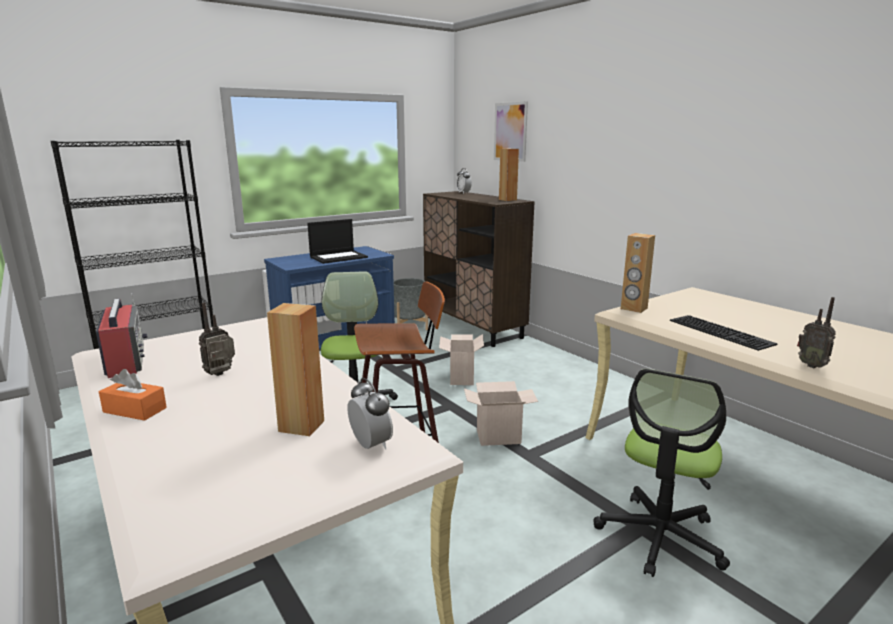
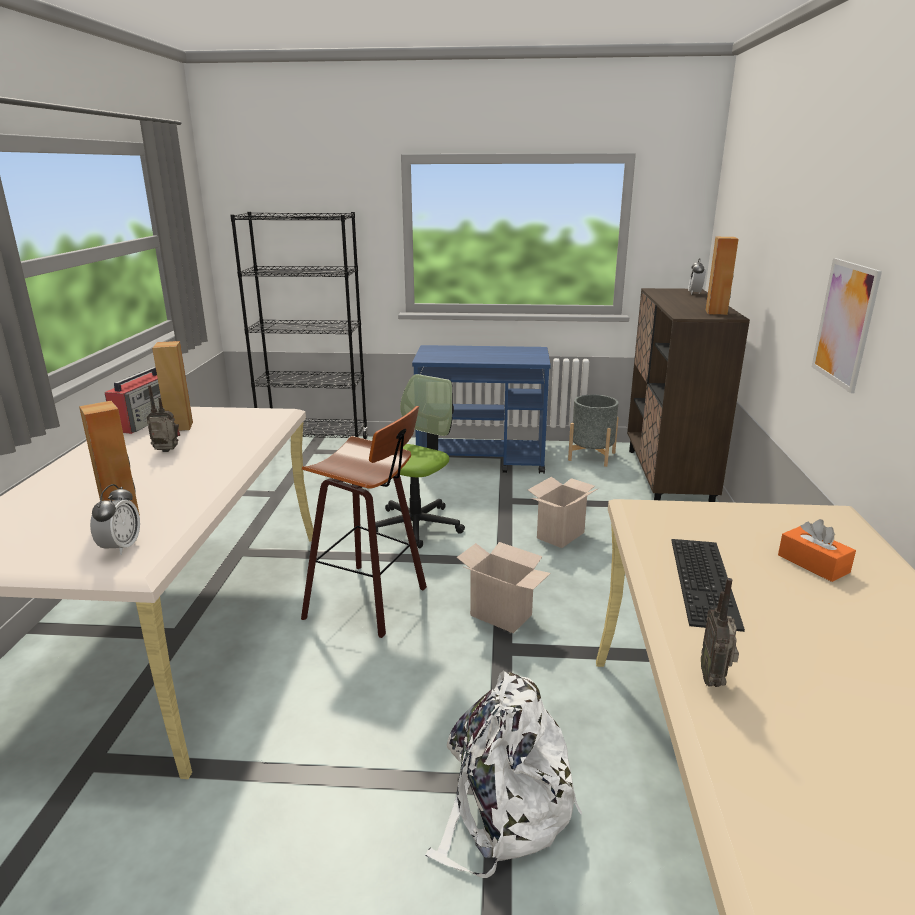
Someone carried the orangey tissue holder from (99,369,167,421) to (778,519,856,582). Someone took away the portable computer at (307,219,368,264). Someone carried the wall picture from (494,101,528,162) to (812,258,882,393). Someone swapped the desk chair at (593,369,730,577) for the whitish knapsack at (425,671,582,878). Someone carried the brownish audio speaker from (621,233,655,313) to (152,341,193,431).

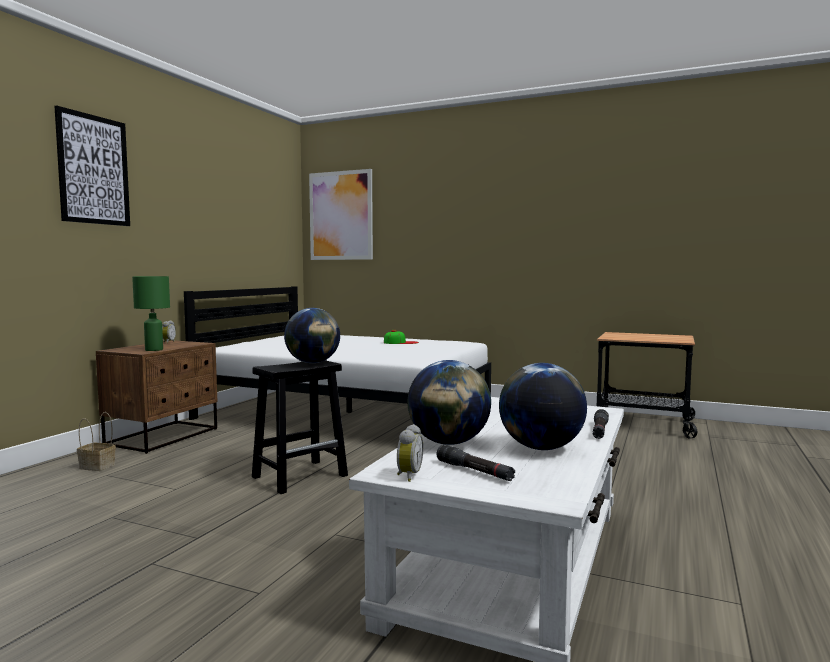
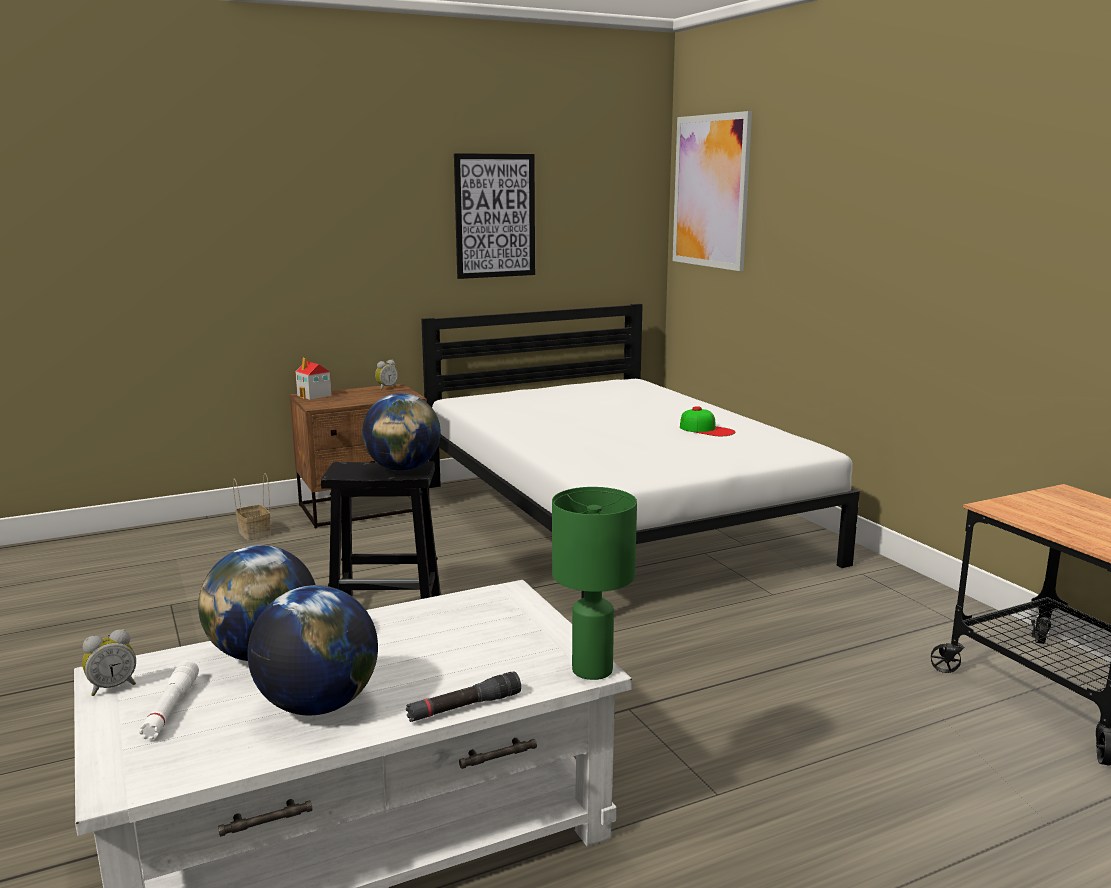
Someone carried the wall picture from (54,105,130,226) to (454,153,535,279). Someone carried the greenish lamp for a table from (132,276,170,351) to (552,487,637,680). Someone repainted the black-coloured torch at (436,444,515,481), which became the whitish torch at (139,660,199,740). Someone put down the toy house at (296,358,332,400).

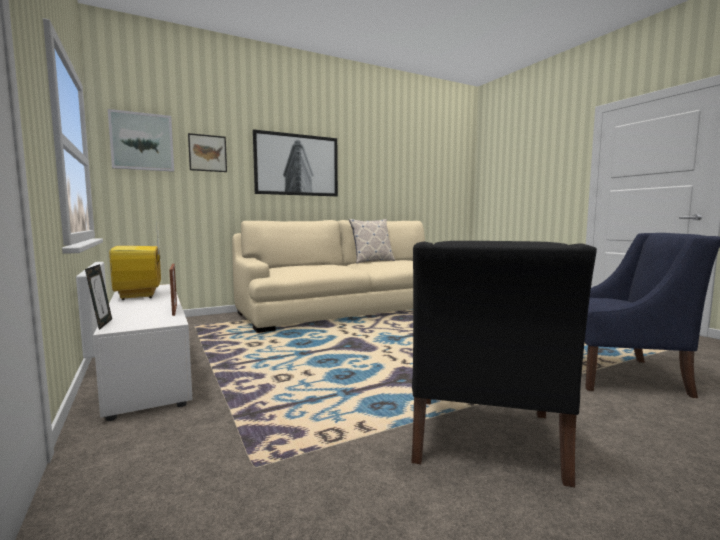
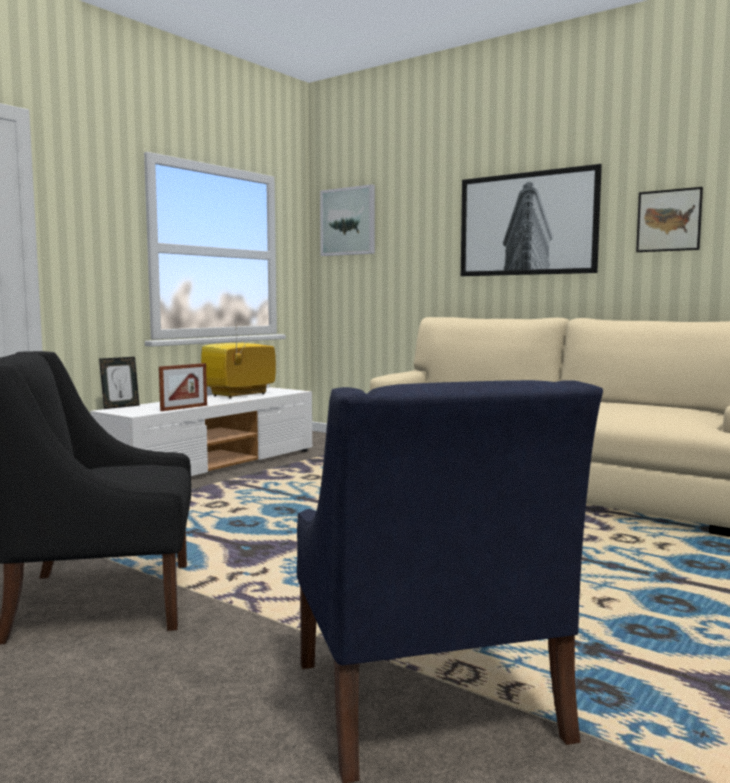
Someone carried the wall picture from (188,133,227,172) to (636,187,703,252). Someone took away the pillow at (349,219,395,263).

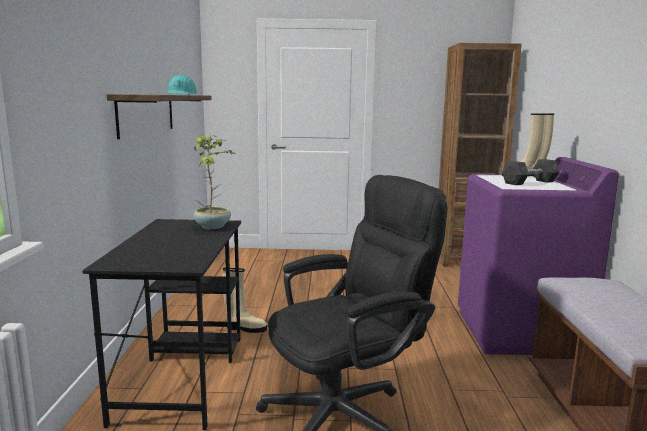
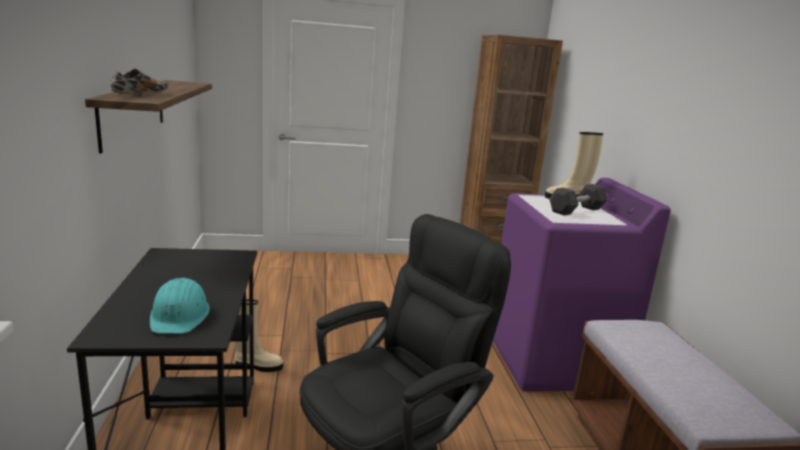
Someone carried the turquoise-coloured work helmet from (167,75,197,95) to (150,278,210,334). Someone took away the houseplant at (193,135,235,229). Someone put down the item of footwear at (111,69,168,95).

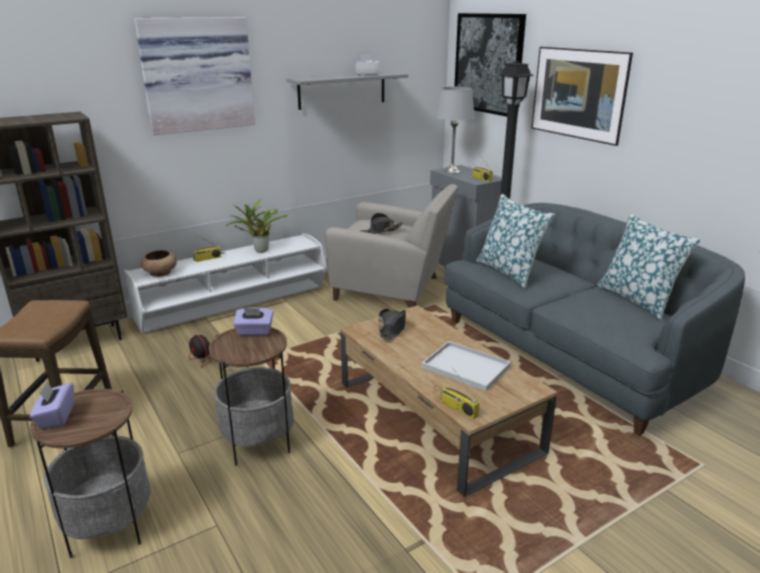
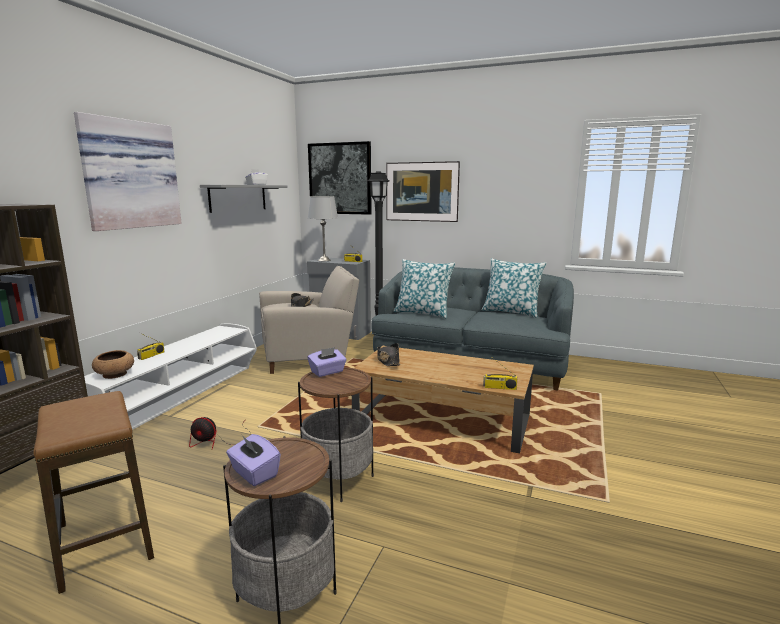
Someone took away the houseplant at (225,199,288,253). Someone took away the whitish tray at (421,341,511,391).

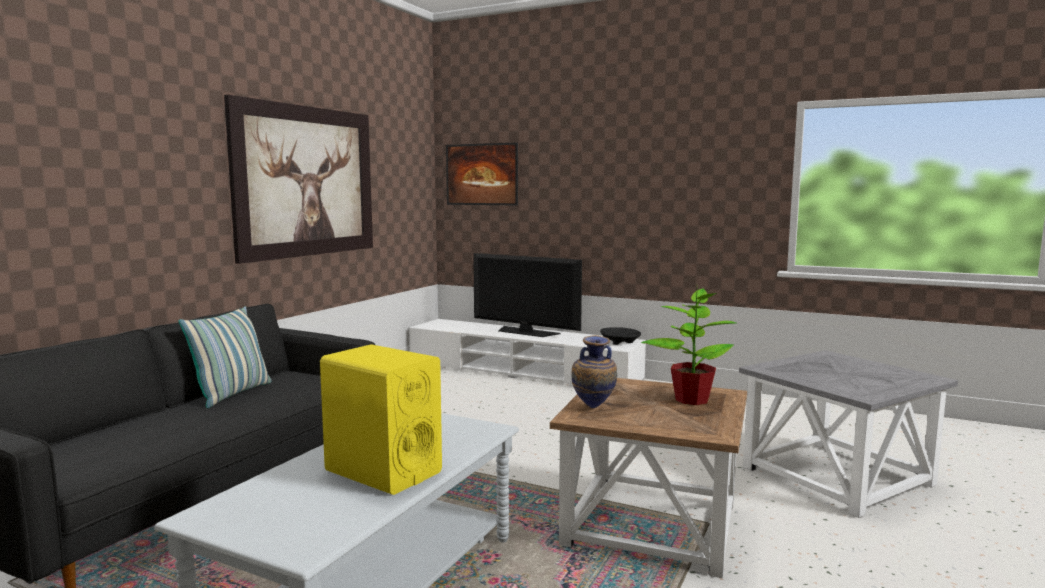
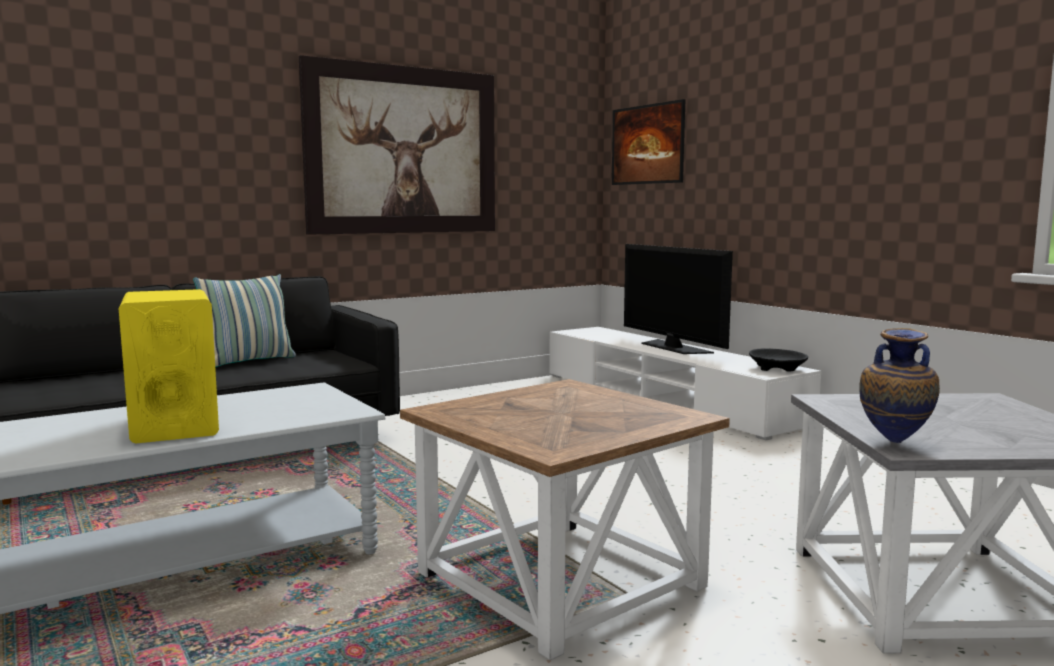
Someone carried the flower vase from (571,335,617,408) to (859,328,940,443). Someone took away the houseplant at (641,289,737,405).

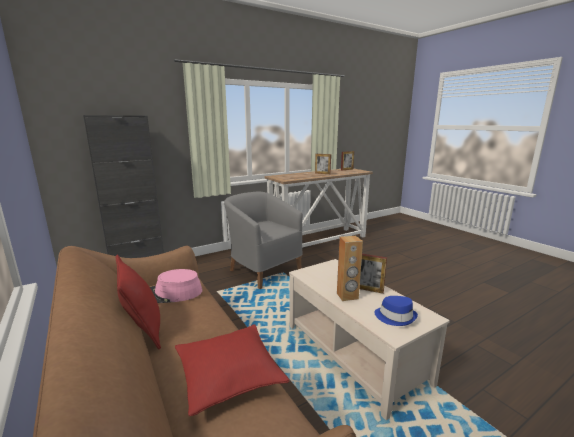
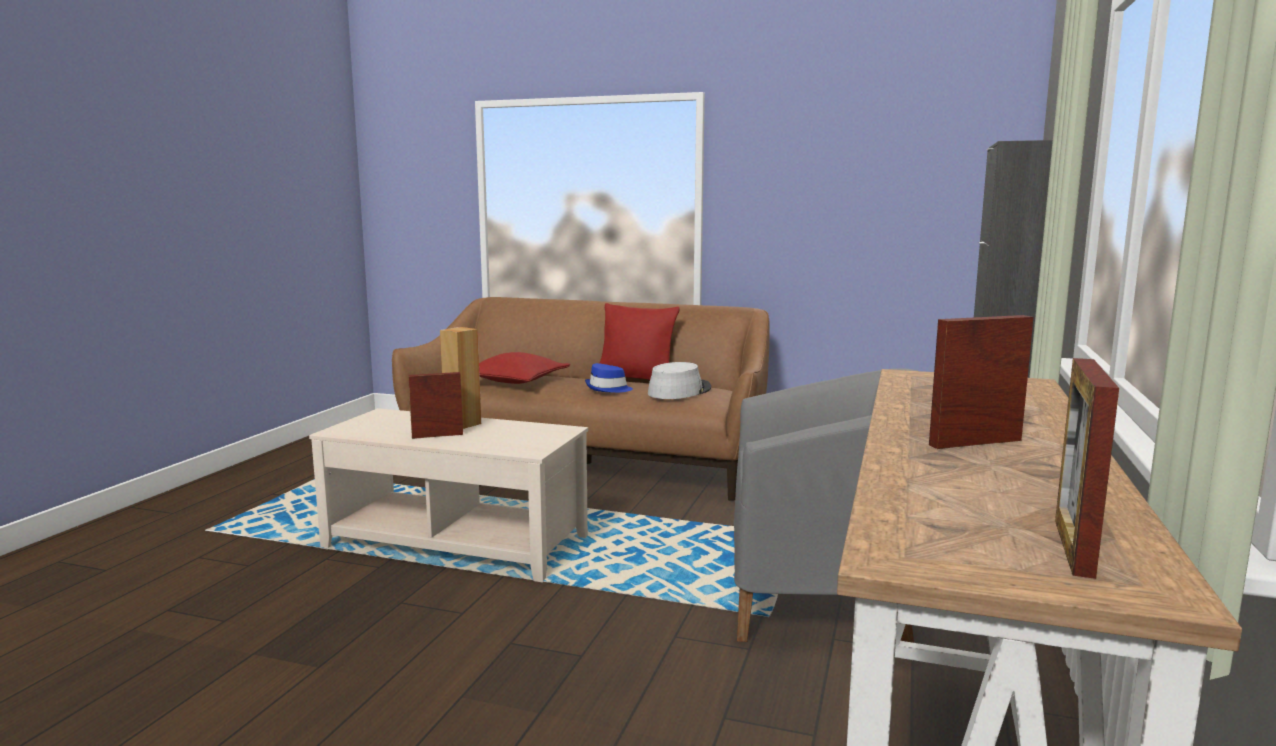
Someone repainted the pinkish clothing hat at (150,269,202,303), which became the grey clothing hat at (648,362,711,399). Someone carried the blue clothing hat from (374,296,418,326) to (585,363,633,393).

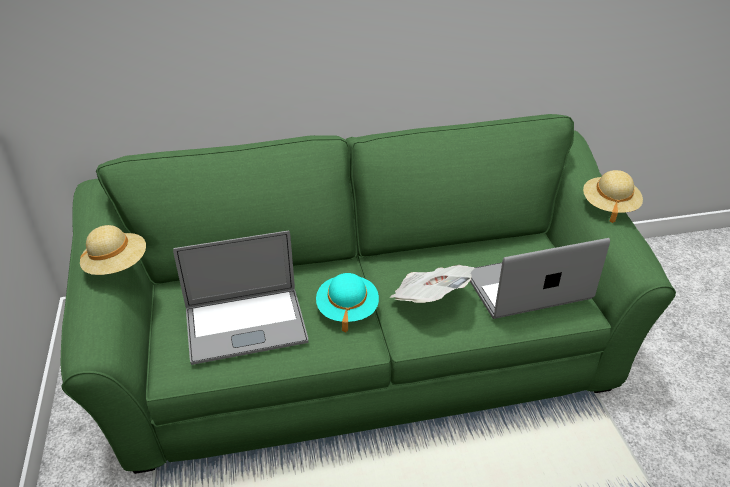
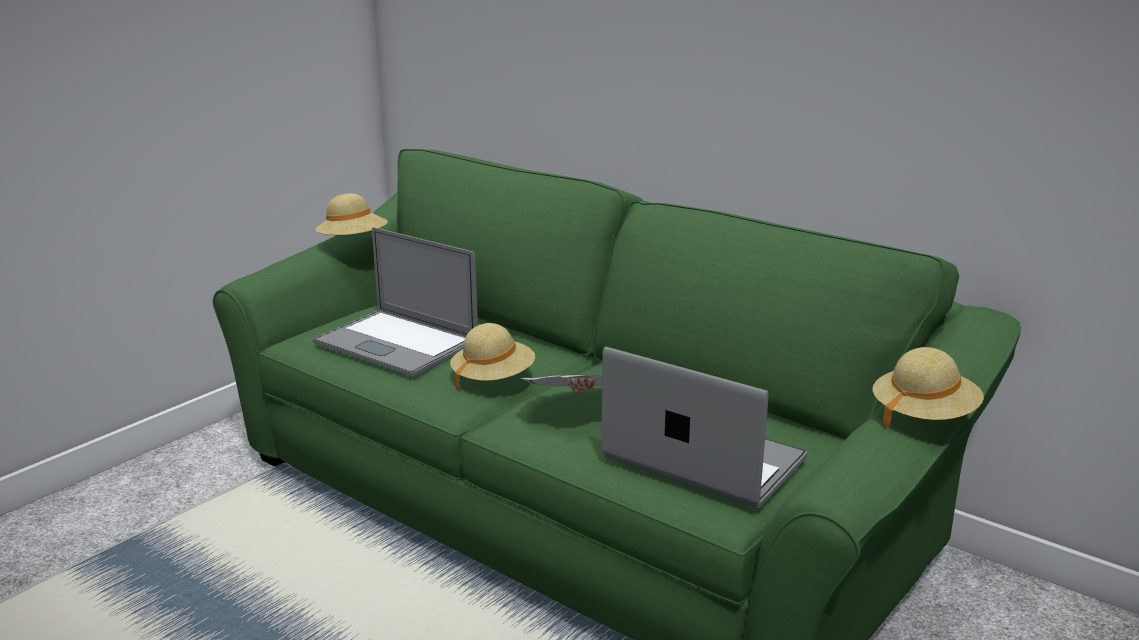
Someone repainted the turquoise-coloured clothing hat at (316,273,379,332), which became the beige-coloured clothing hat at (450,323,535,390).

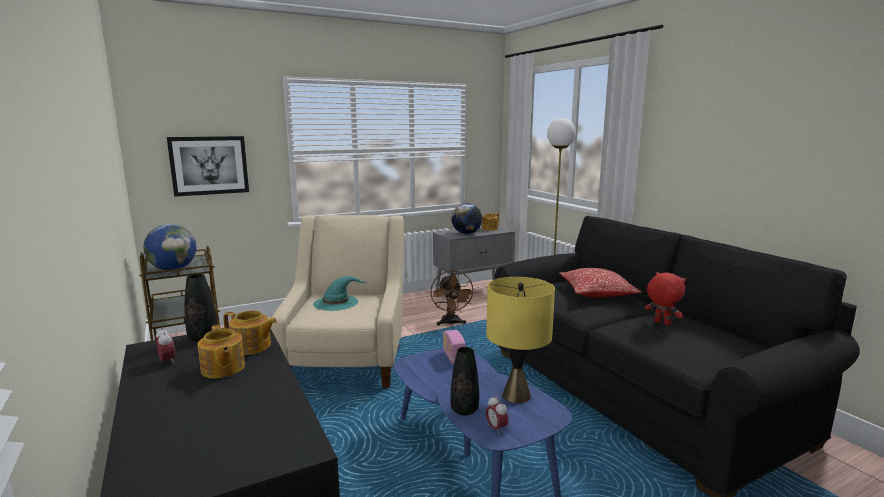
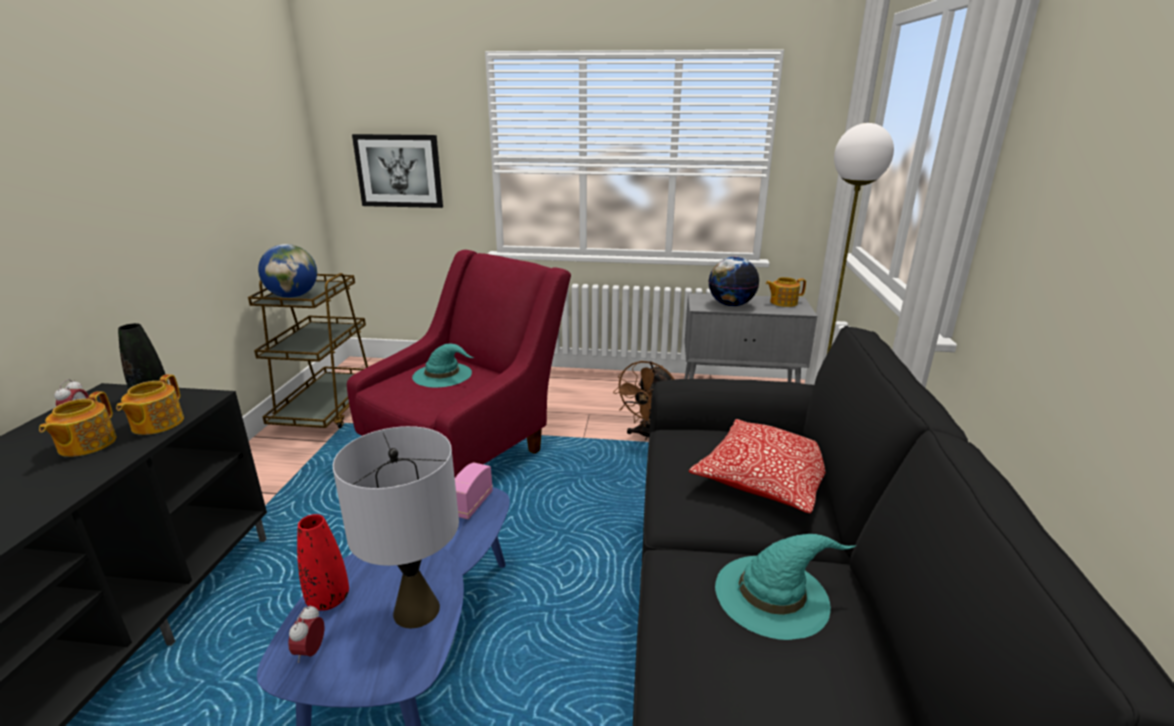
Someone rotated the pot for tea at (223,310,277,355) by 45 degrees clockwise. Someone repainted the beige-coloured easy chair at (271,215,404,388), which became the reddish easy chair at (347,250,571,477). Someone repainted the black-coloured flower vase at (451,347,479,416), which became the reddish flower vase at (297,514,349,611). Someone repainted the yellow-coloured lamp for a table at (486,277,555,403), which became the grey lamp for a table at (333,426,459,628). Someone swapped the reddish plush toy at (645,272,686,326) for the turquoise-coloured clothing hat at (715,534,856,640).

